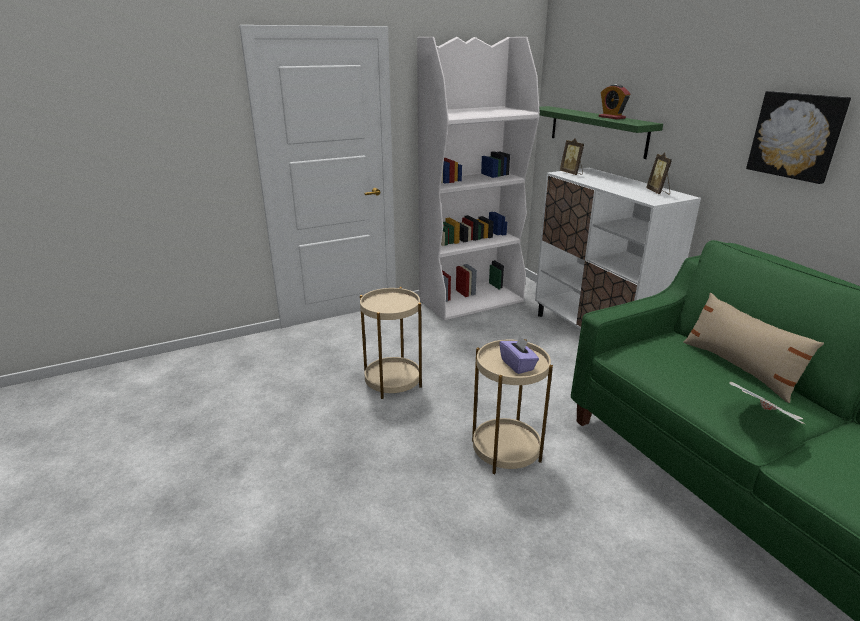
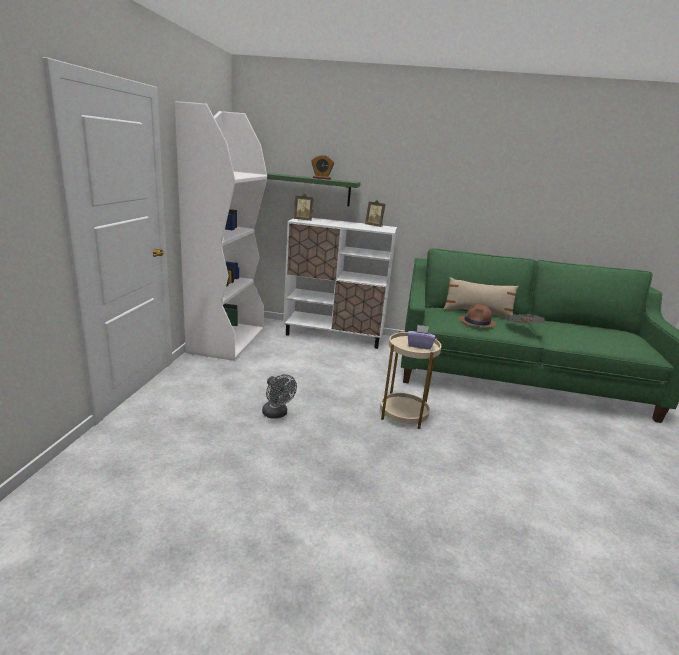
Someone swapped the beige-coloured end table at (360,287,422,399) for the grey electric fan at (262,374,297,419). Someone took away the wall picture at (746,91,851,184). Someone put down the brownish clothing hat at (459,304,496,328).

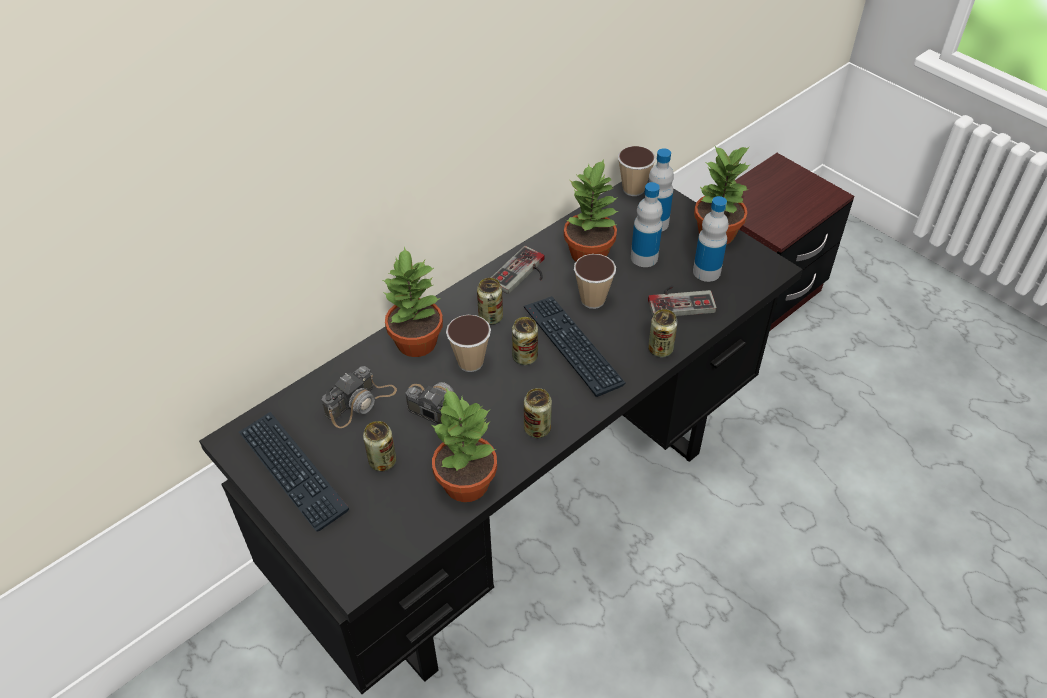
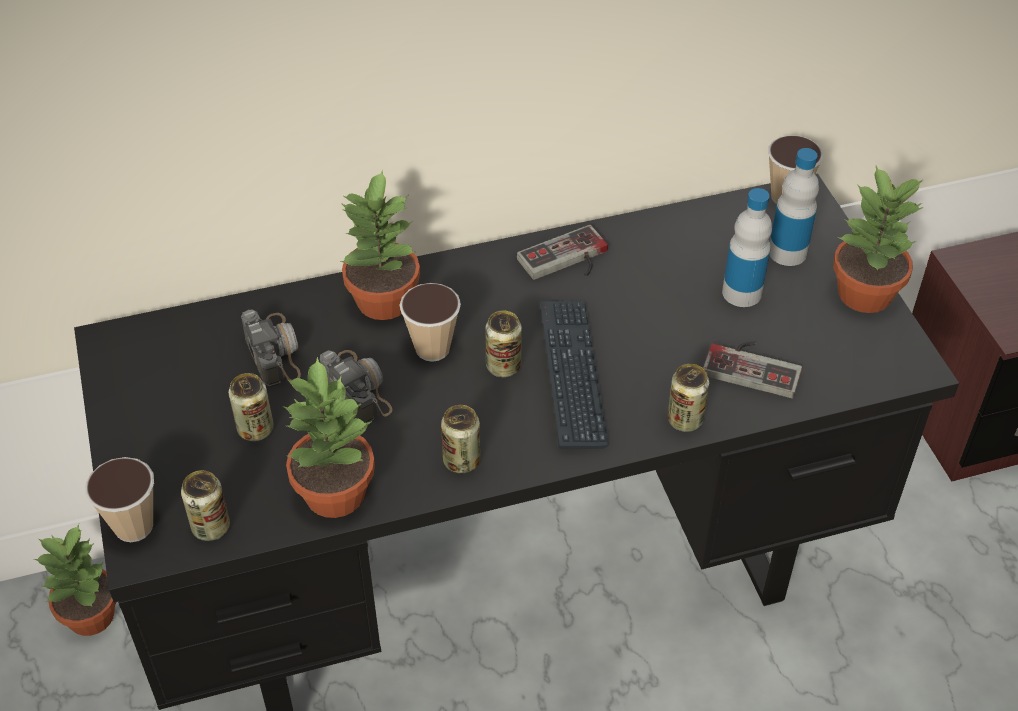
Someone took away the PC keyboard at (239,412,349,531). Someone rotated the still camera at (322,366,397,428) by 90 degrees counterclockwise. Someone carried the sealed can from (477,278,503,325) to (181,470,230,541). Someone carried the houseplant from (564,159,618,262) to (34,524,116,636). Someone carried the small cup from (574,254,616,309) to (85,457,154,542). Someone took away the beverage bottle at (693,196,729,282).

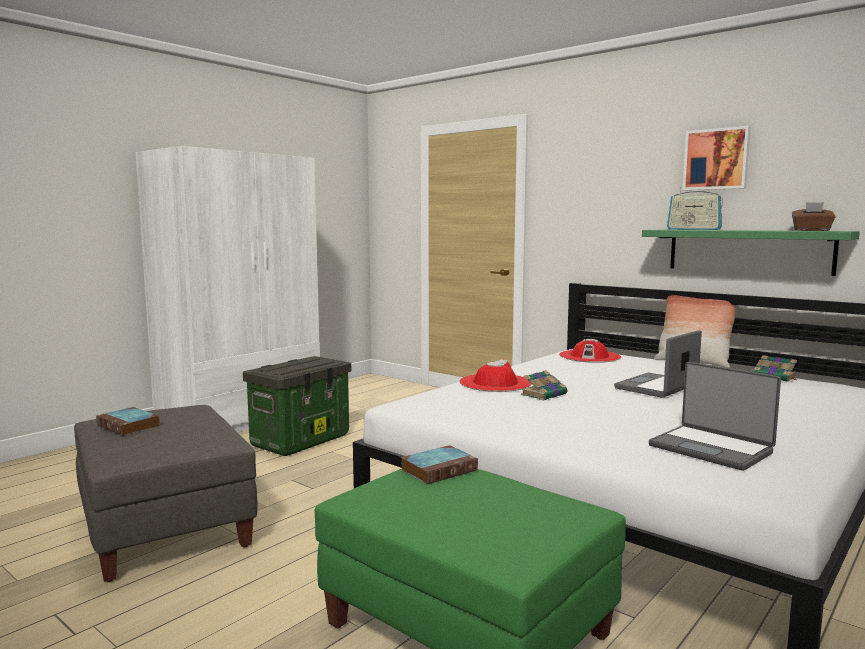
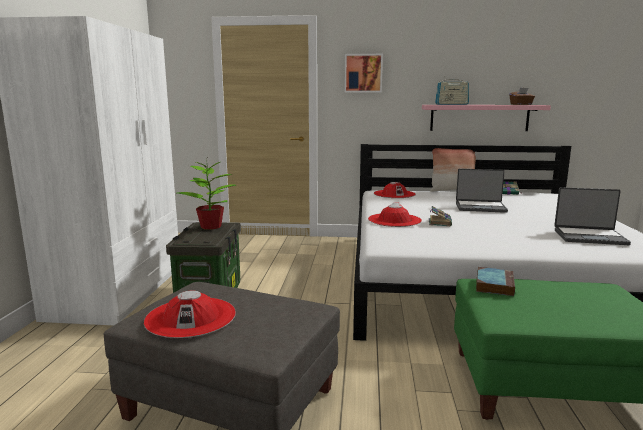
Someone swapped the volume at (96,407,160,436) for the reddish clothing hat at (144,290,236,338). Someone rotated the portable computer at (614,330,702,398) by 90 degrees counterclockwise. Someone repainted the greenish wall shelf at (642,230,860,276), which became the pinkish wall shelf at (422,105,551,131). Someone carried the wall picture from (683,126,751,190) to (345,54,383,93). Someone put down the houseplant at (178,159,236,230).

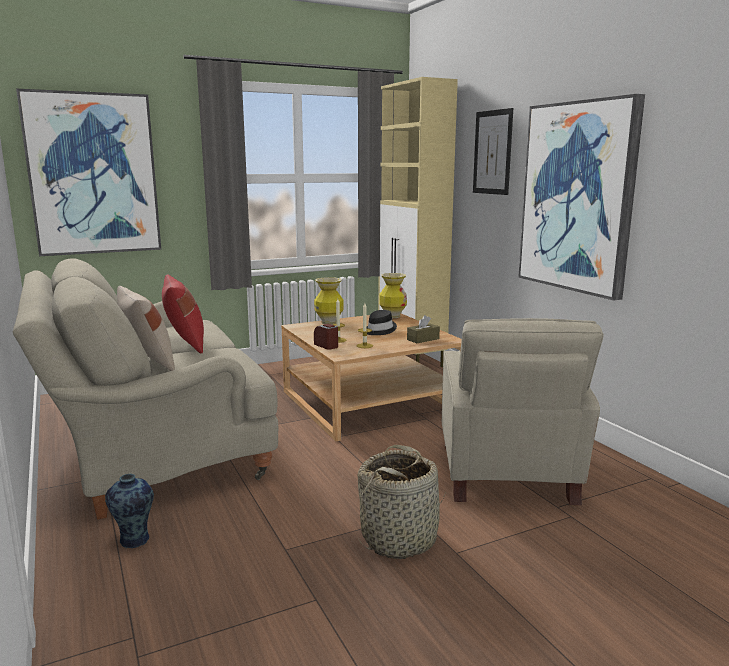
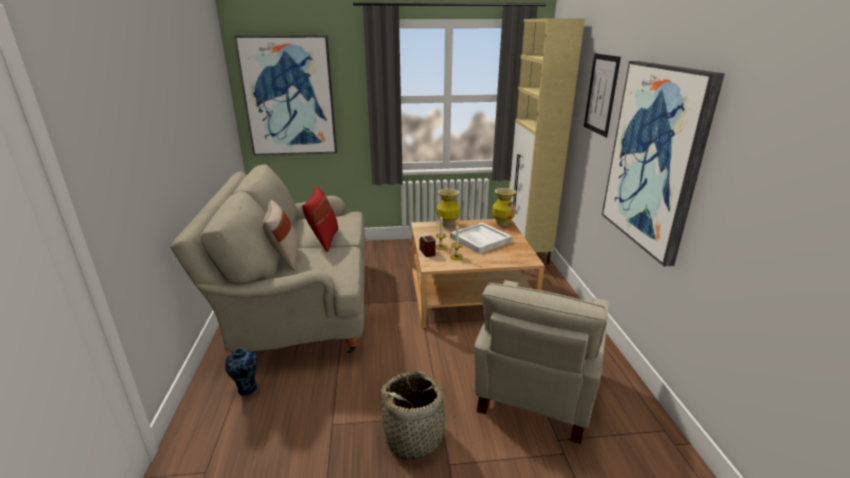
Someone swapped the black-coloured clothing hat at (367,310,397,335) for the whitish tray at (450,222,512,254). Someone took away the brownish tissue holder at (407,315,440,343).

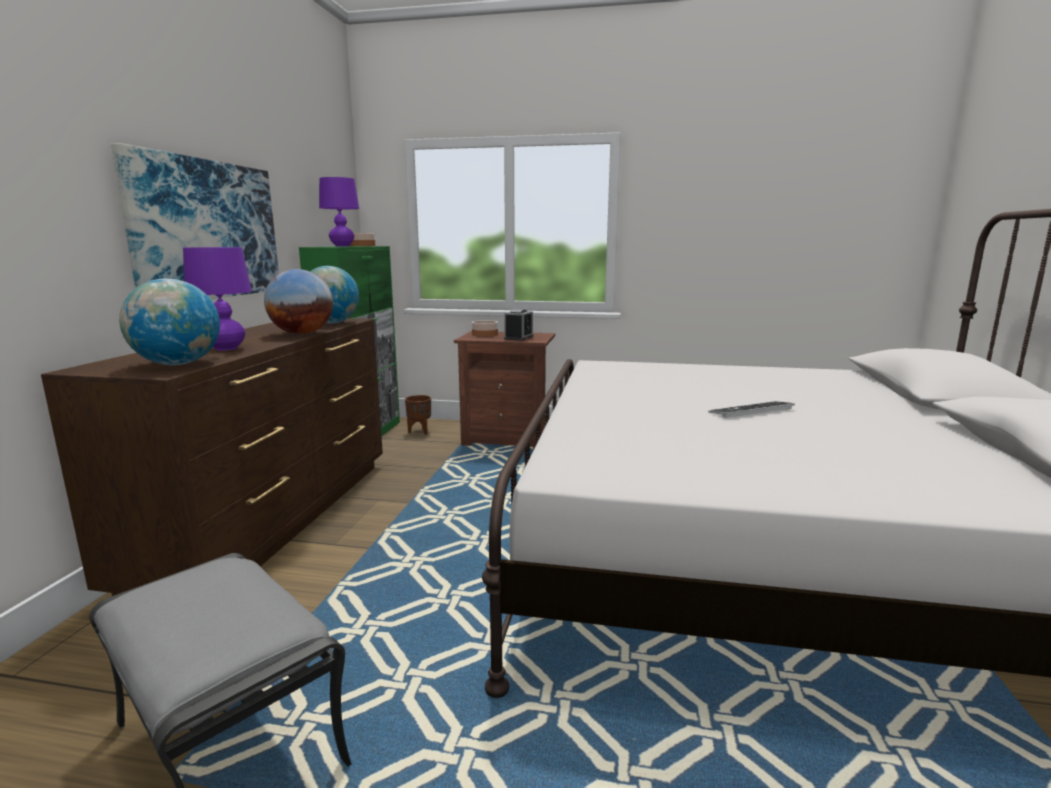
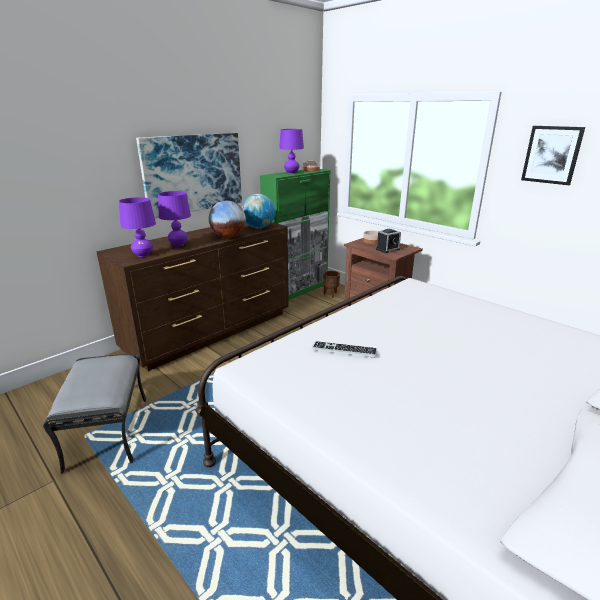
Someone swapped the globe at (119,279,220,365) for the purple lamp for a table at (119,197,156,257). Someone carried the PC keyboard from (708,401,795,418) to (312,341,377,358). Someone put up the wall picture at (521,126,585,185).

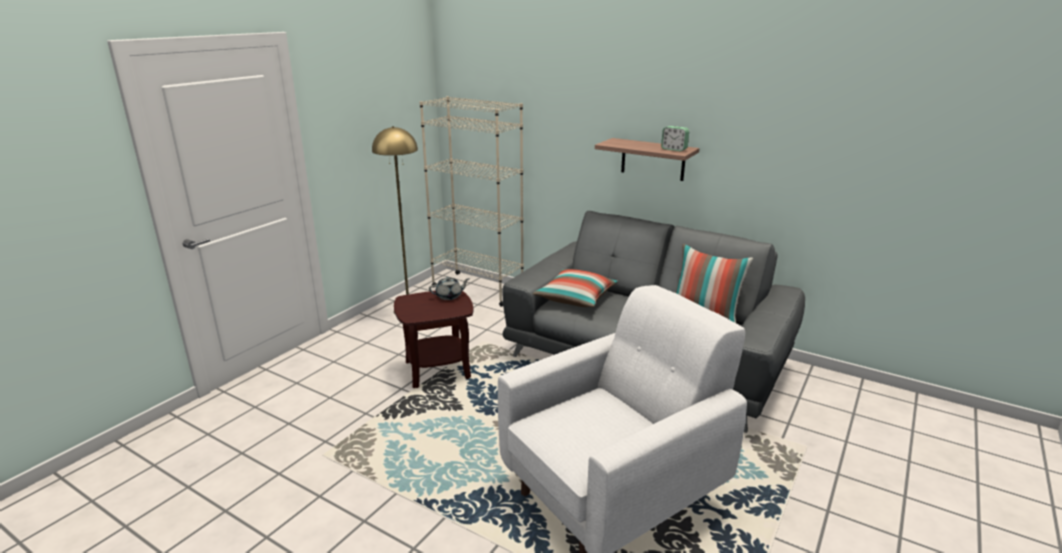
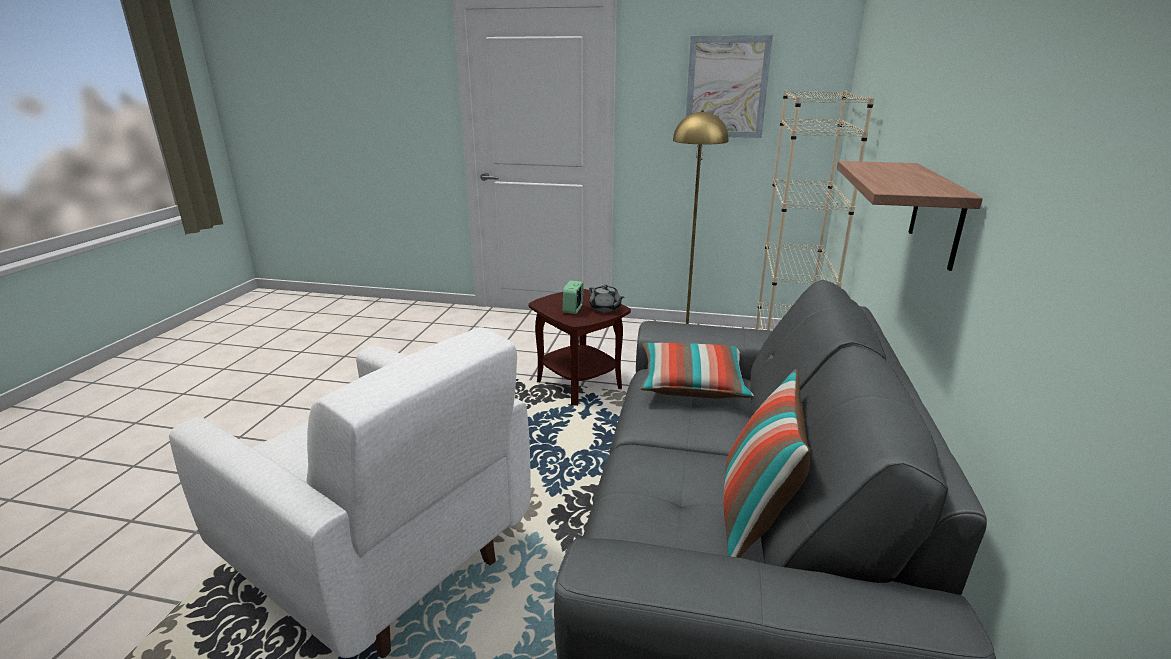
Someone carried the bedside clock from (661,126,689,151) to (563,280,584,314). Someone put up the wall picture at (686,35,773,138).

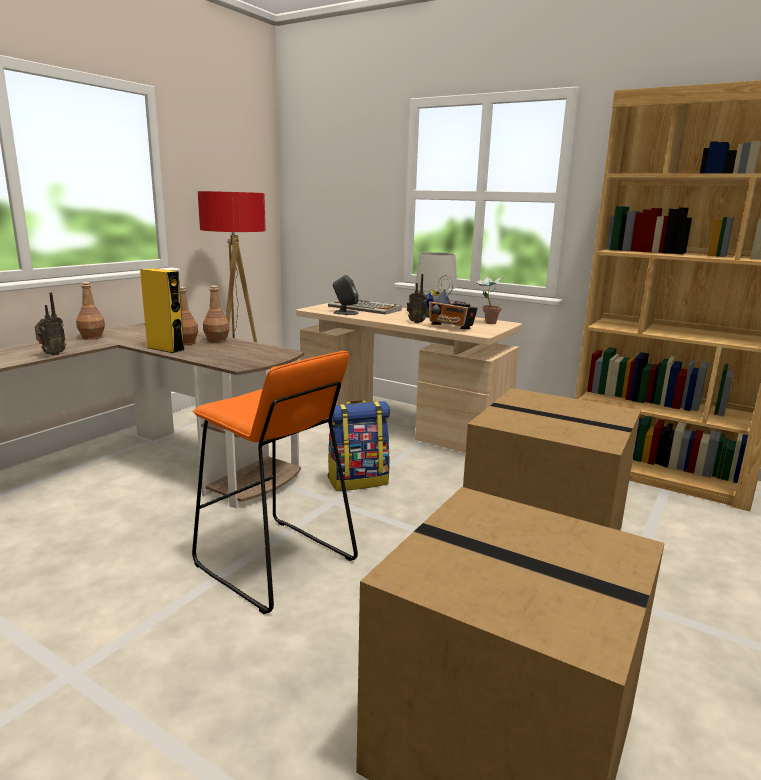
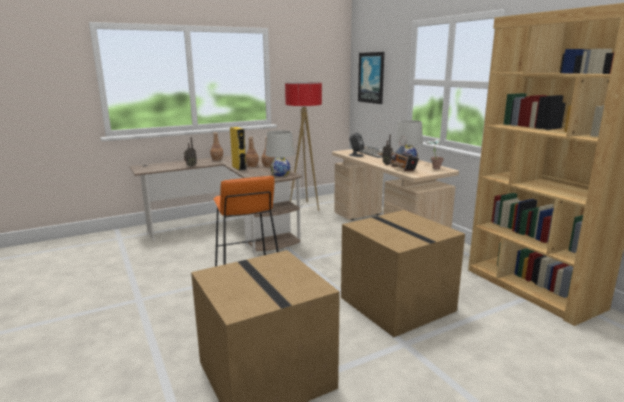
Someone took away the knapsack at (327,400,390,491). Someone put down the whitish lamp for a table at (265,130,295,176). Someone put up the wall picture at (358,52,384,104).

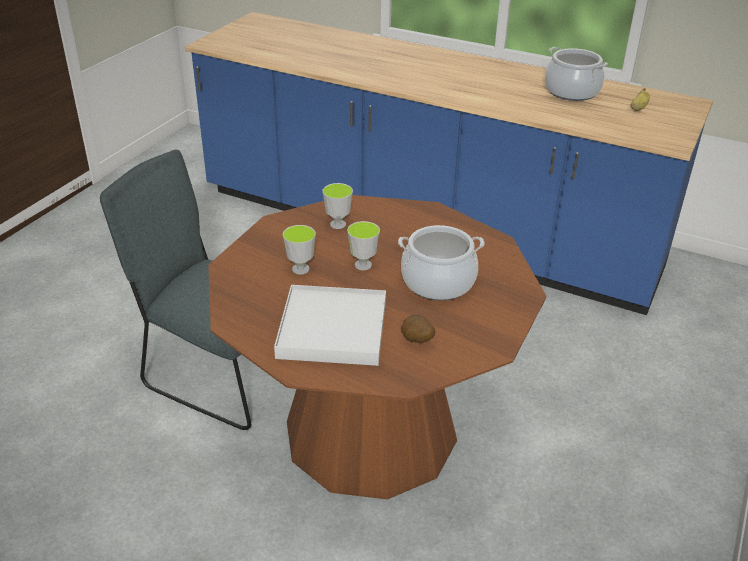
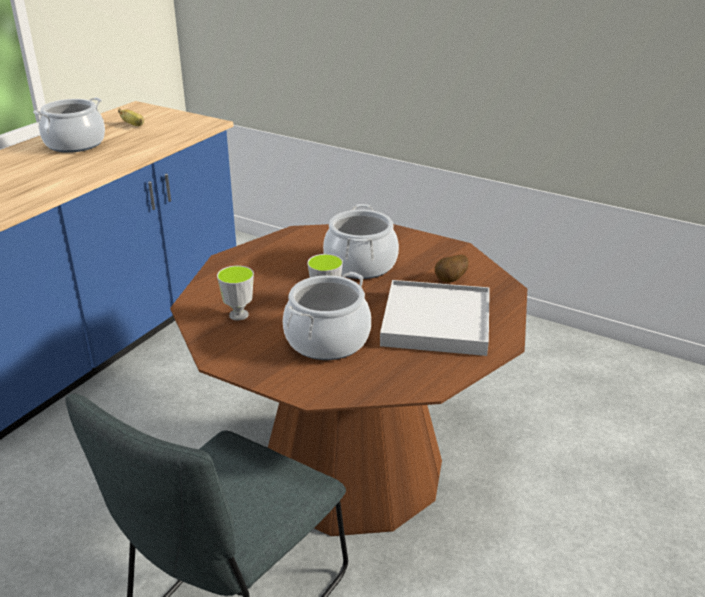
Someone swapped the small cup at (283,225,316,274) for the stockpot at (283,272,371,360).

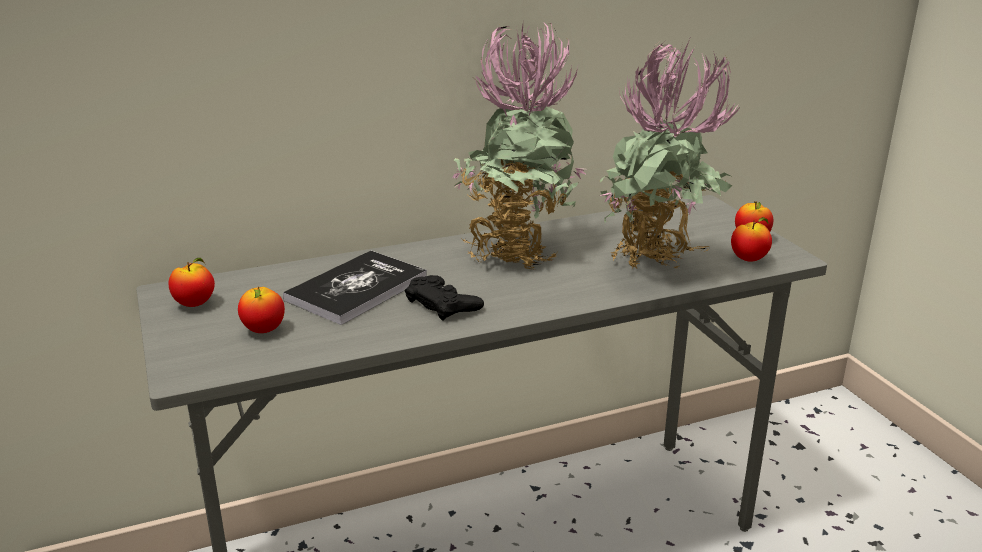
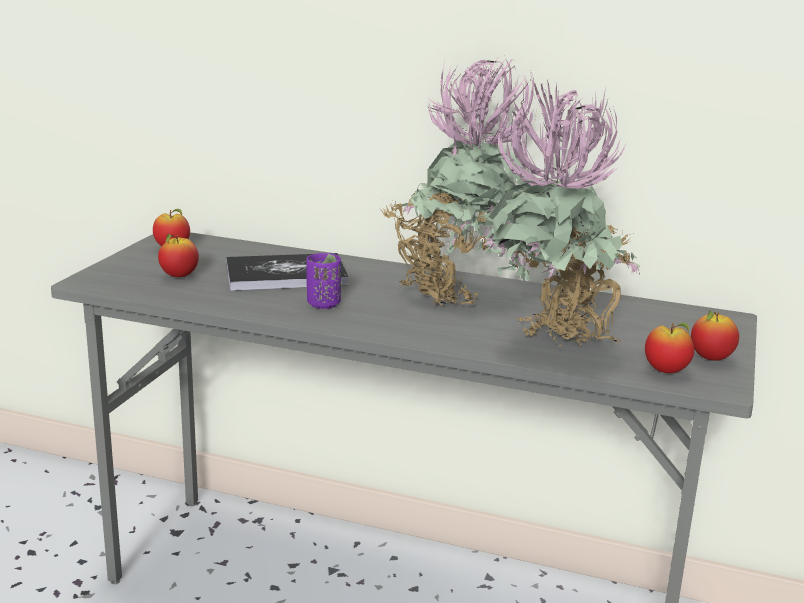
Someone swapped the black-coloured game controller at (405,275,484,321) for the purple small cup at (306,253,341,309).

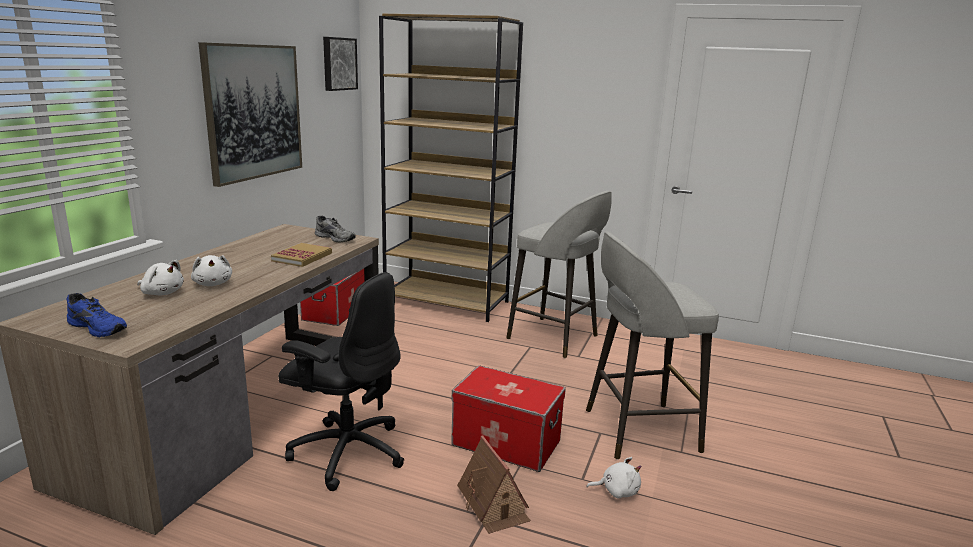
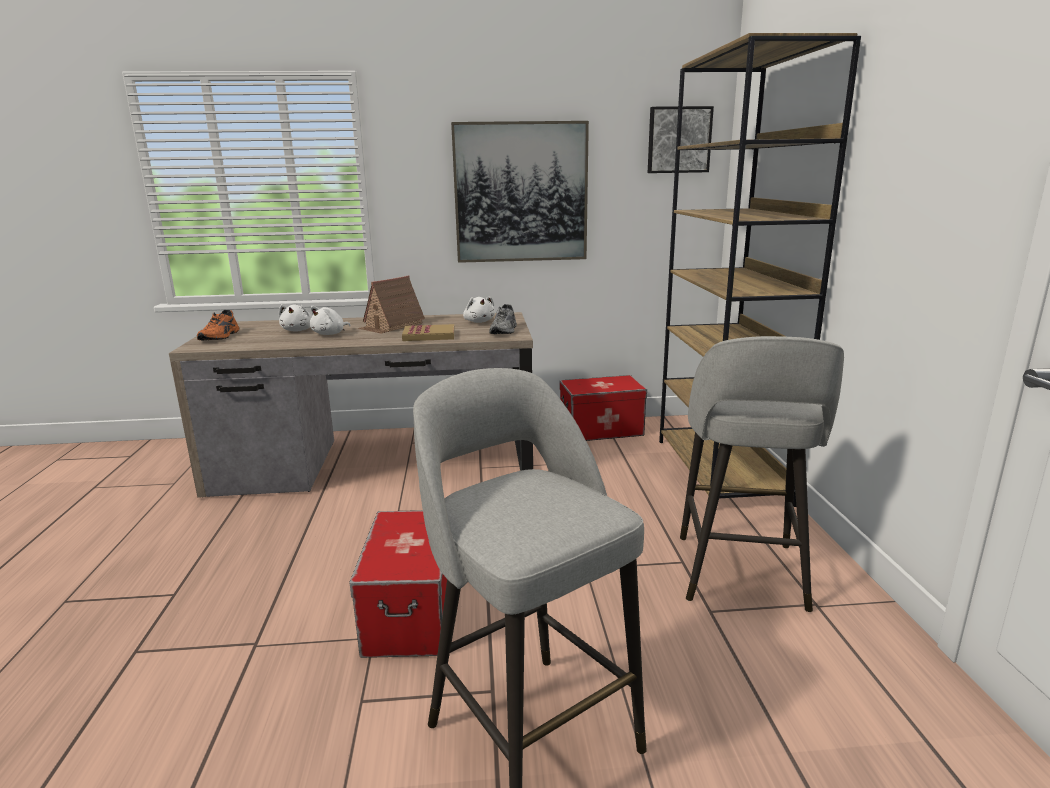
Someone repainted the blue item of footwear at (67,293,127,337), which became the orangey item of footwear at (197,310,239,340). Someone took away the black-coloured desk chair at (278,272,404,491). Someone carried the toy house from (457,435,531,534) to (358,276,425,334). Someone carried the whitish plush toy from (586,457,641,499) to (463,296,495,323).

